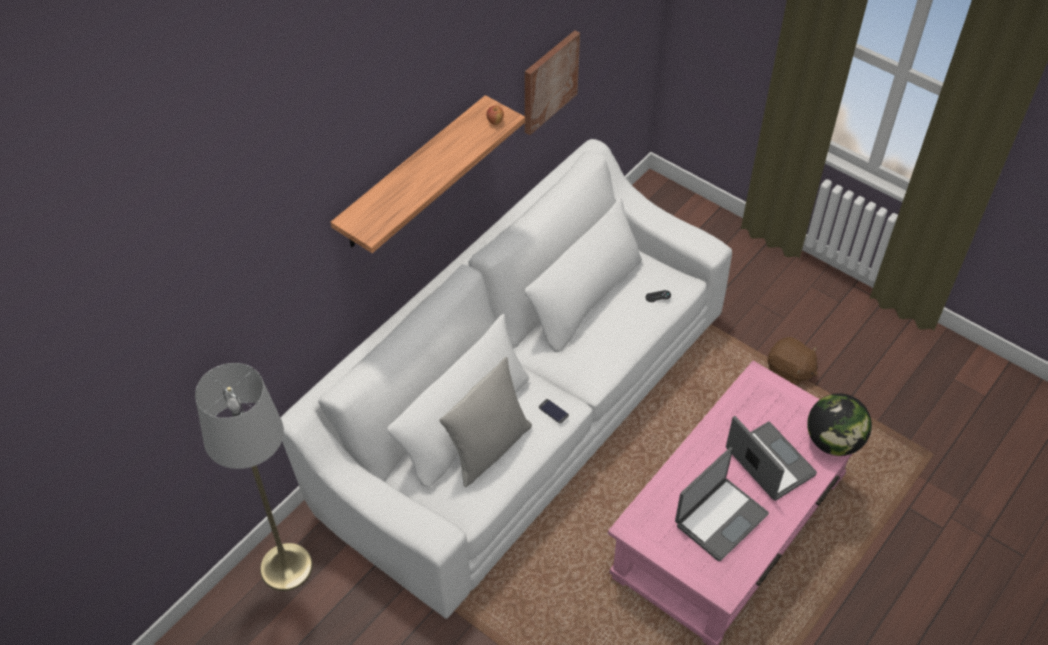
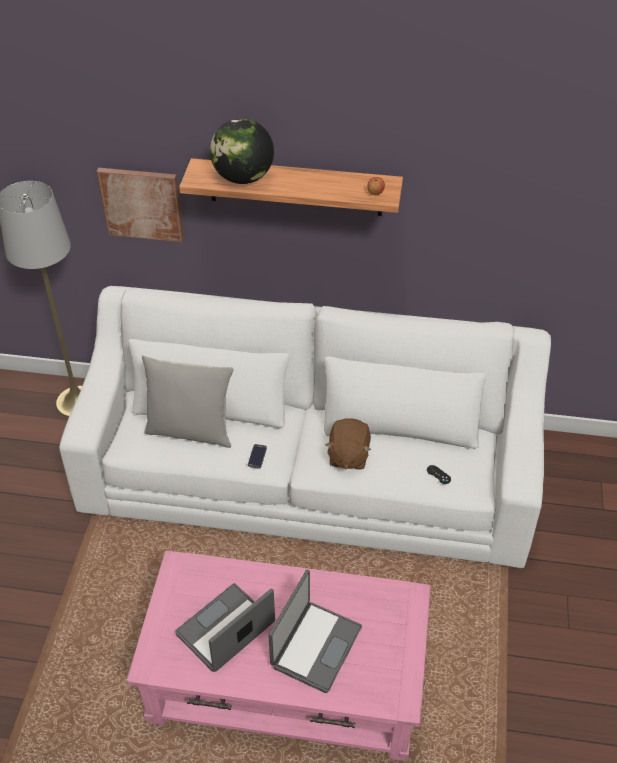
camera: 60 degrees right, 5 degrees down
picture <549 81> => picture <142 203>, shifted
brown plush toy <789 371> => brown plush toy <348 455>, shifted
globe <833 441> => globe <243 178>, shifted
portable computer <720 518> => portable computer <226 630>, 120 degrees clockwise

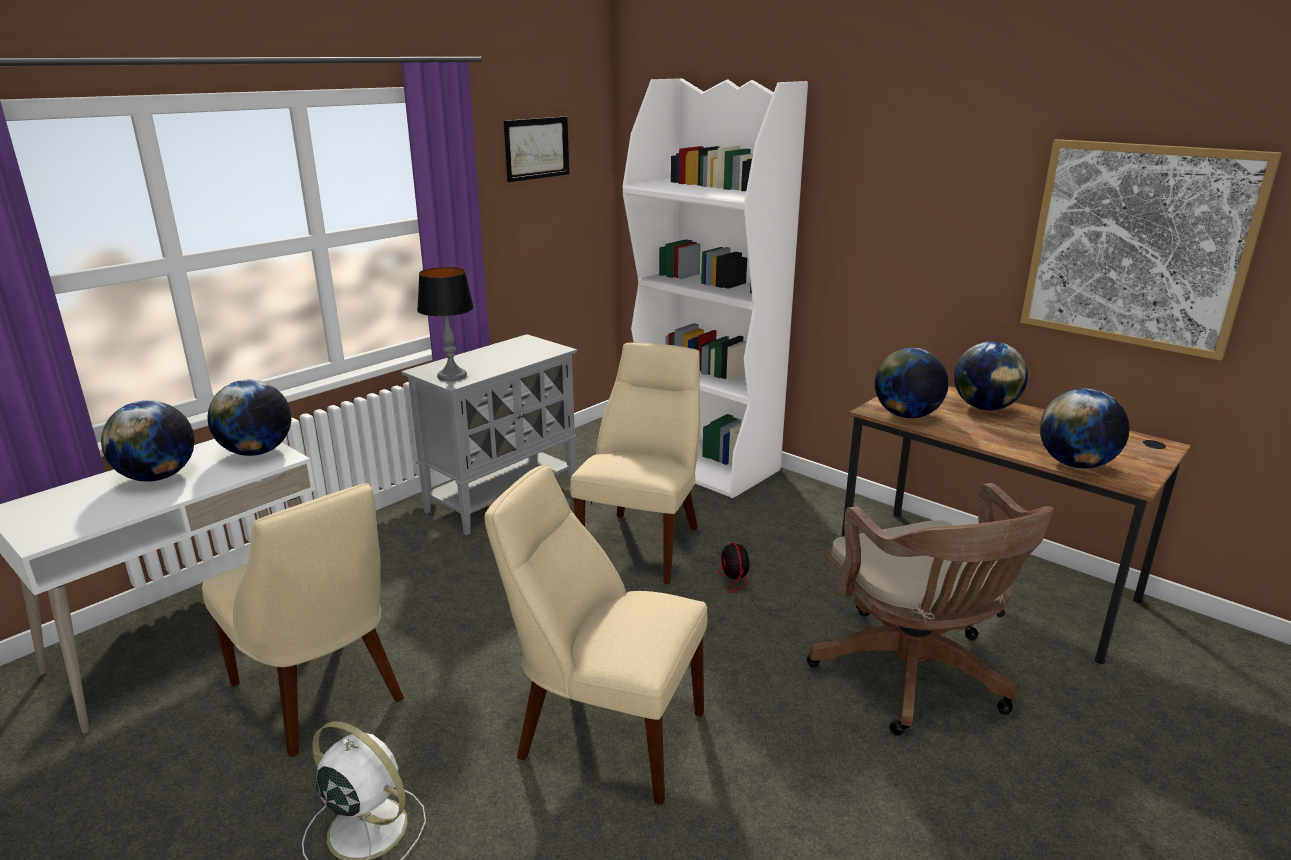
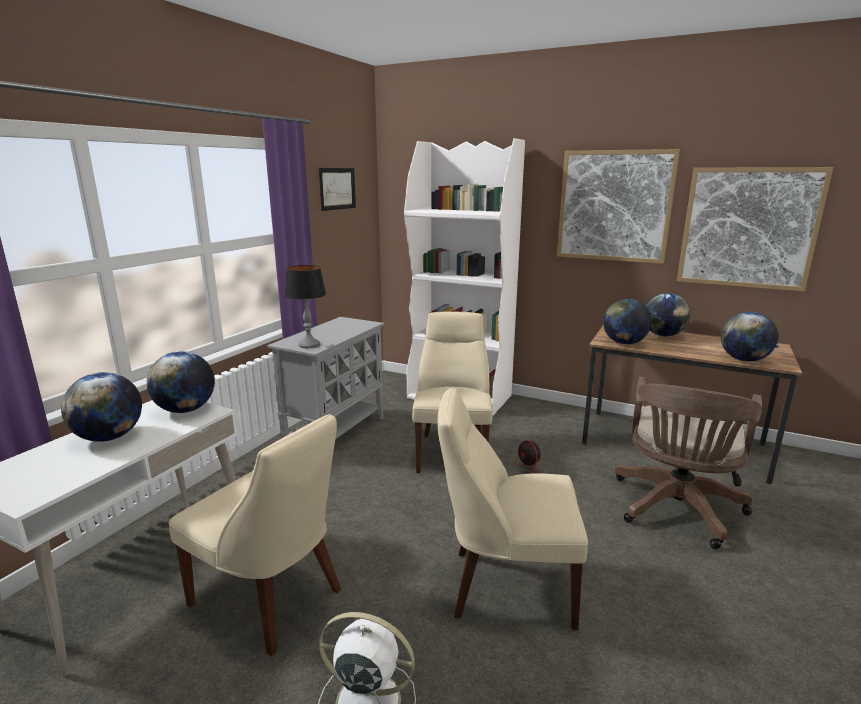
camera: 15 degrees left, 5 degrees down
nothing => picture <614 206>
brown office chair <914 677> => brown office chair <676 510>, 60 degrees clockwise

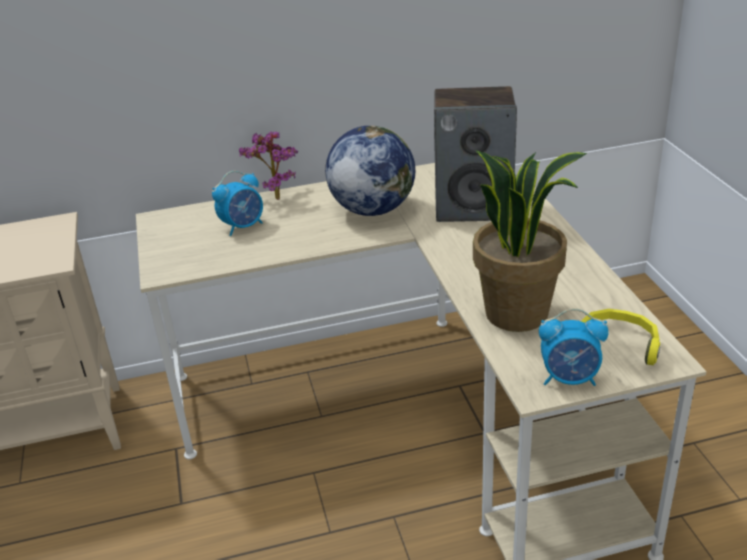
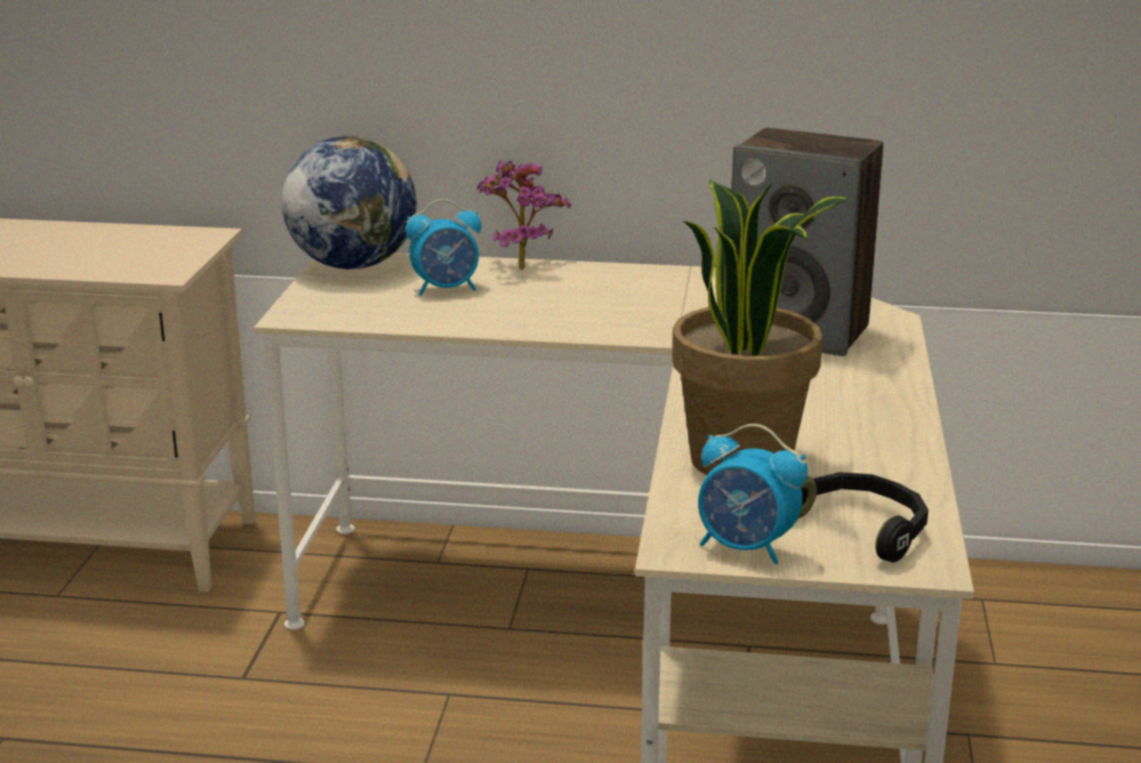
camera: 20 degrees right, 10 degrees down
globe <372 209> => globe <352 265>, shifted
yellow-coloured pair of headphones <617 343> => black-coloured pair of headphones <862 527>

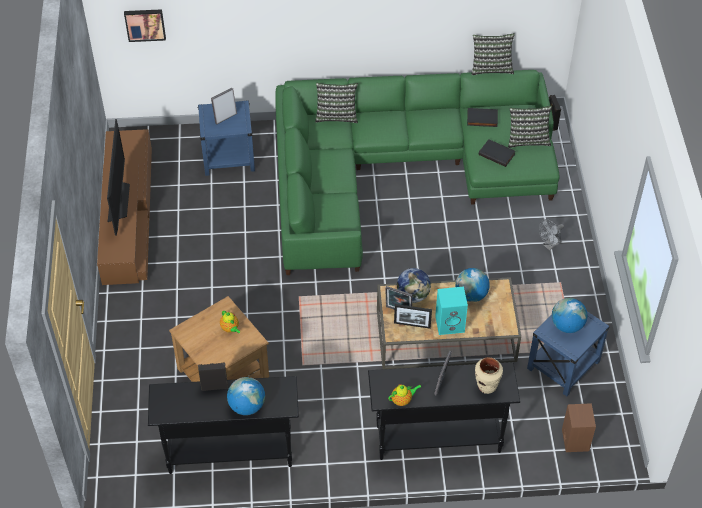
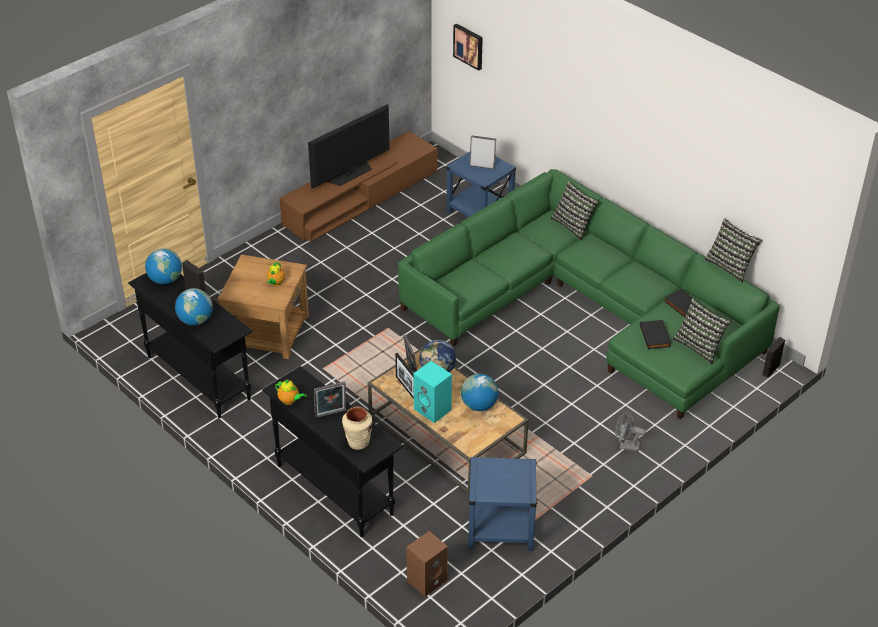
camera: 50 degrees right, 10 degrees down
globe <567 325> => globe <165 280>, shifted

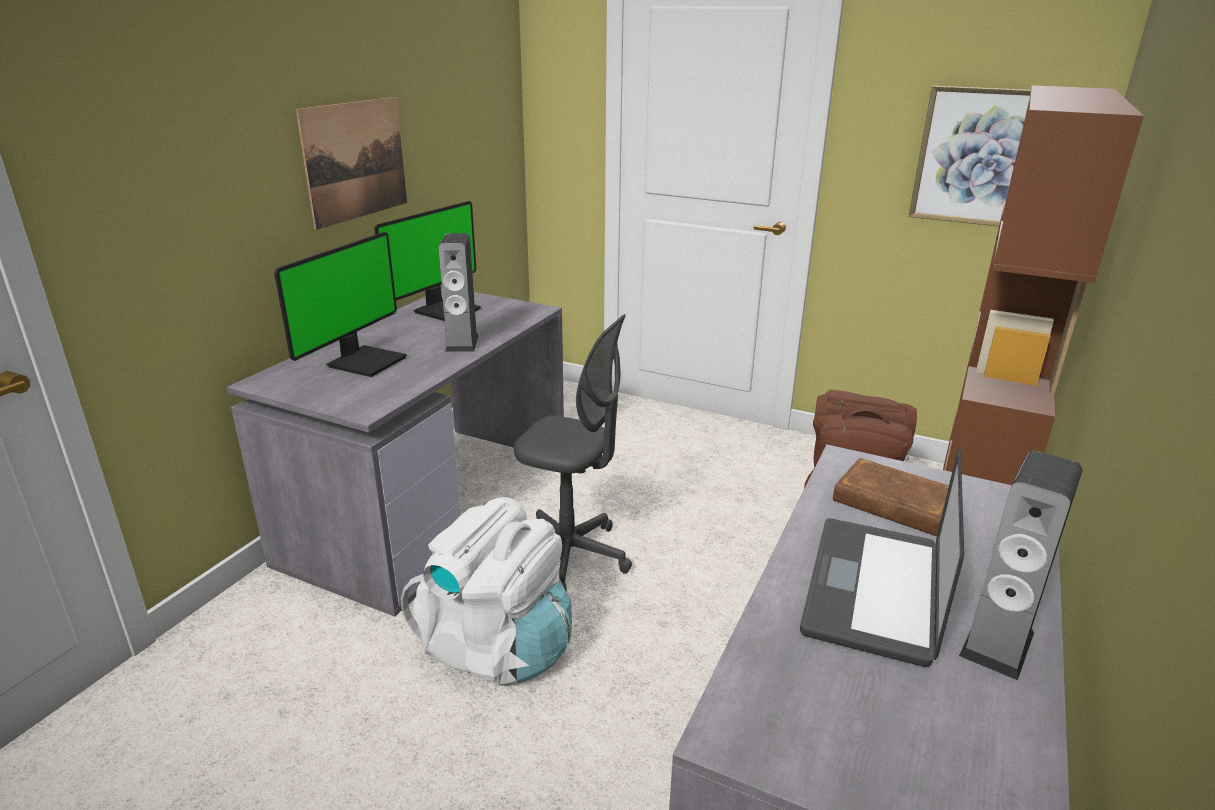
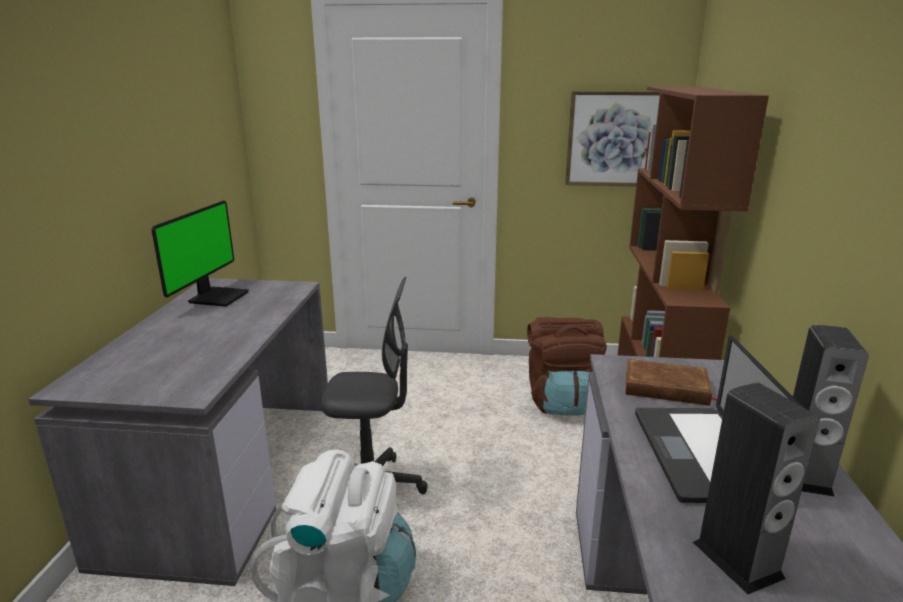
camera: 20 degrees left, 5 degrees down
monitor <365 361> => nothing
picture <355 160> => nothing
audio speaker <462 343> => audio speaker <737 560>, shifted

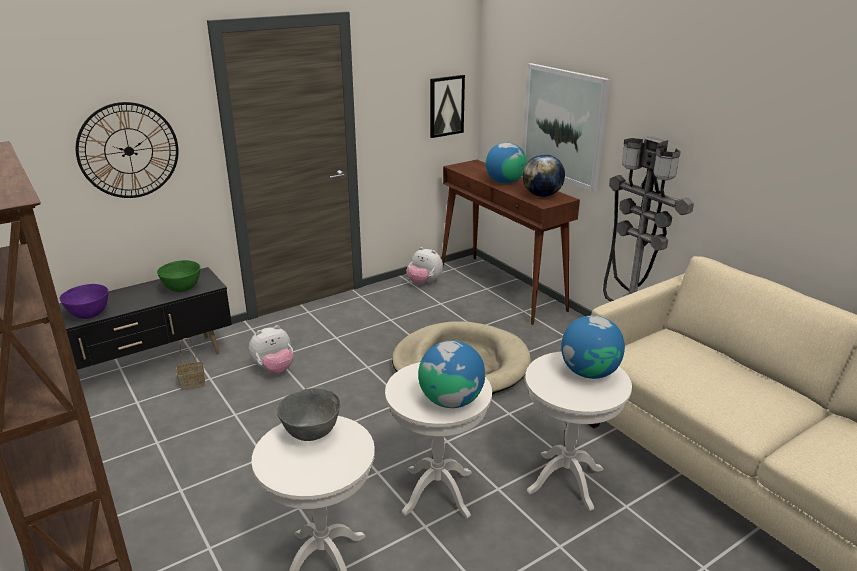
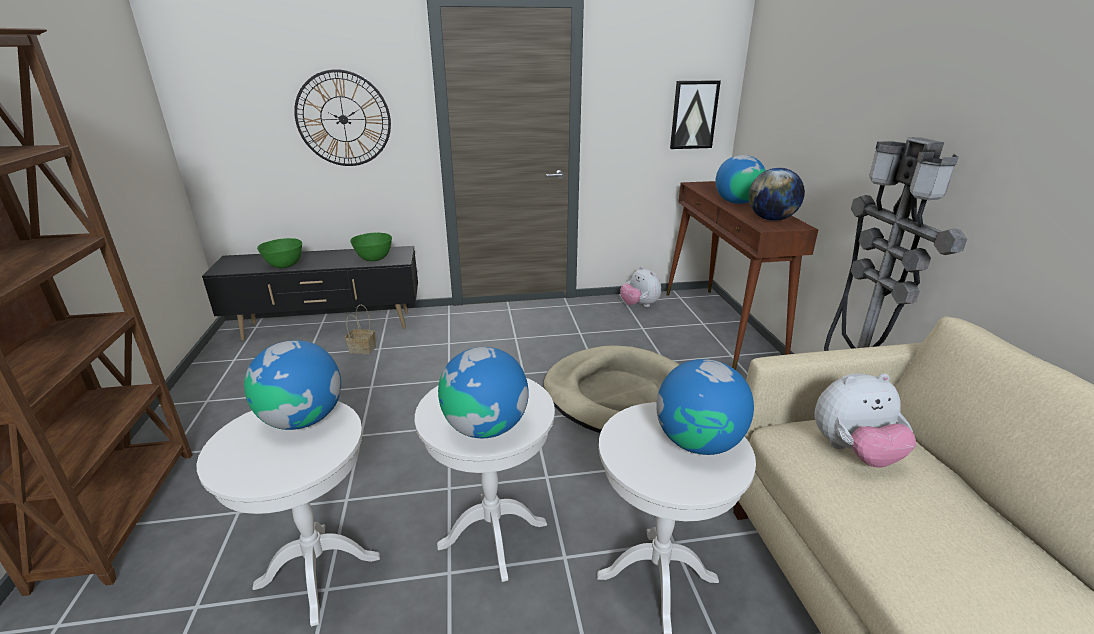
camera: 25 degrees right, 0 degrees up
picture <563 125> => nothing
plush toy <274 369> => plush toy <853 452>, shifted
grey deep dish <311 433> => globe <302 419>
purplish deep dish <89 315> => greenish deep dish <285 266>

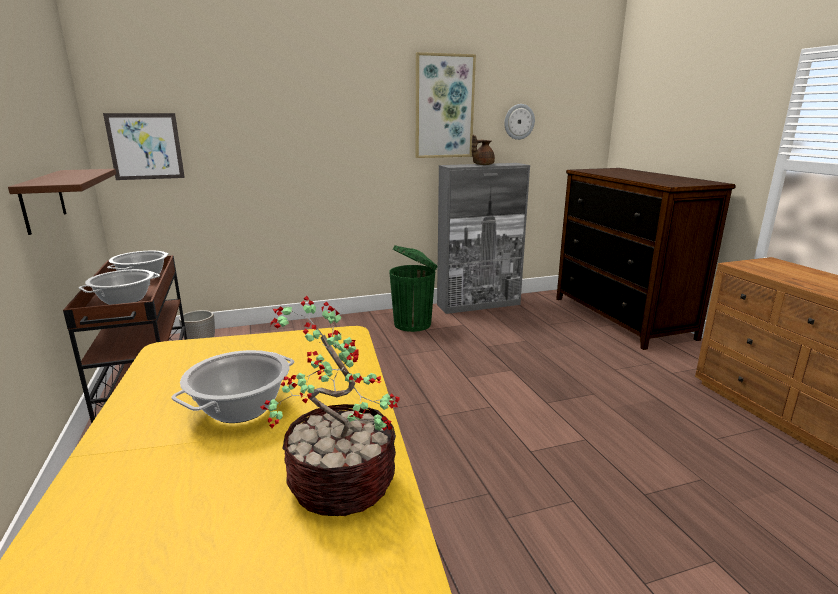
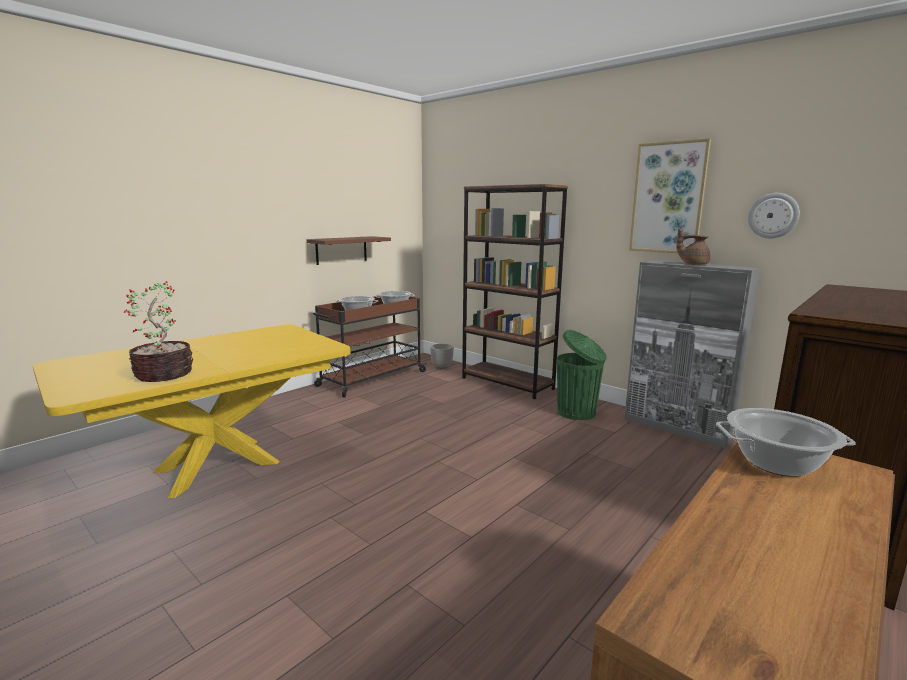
camera: 60 degrees right, 5 degrees down
picture <145 146> => nothing
nothing => brown bookshelf <507 383>
cooking pot <240 408> => cooking pot <776 463>, shifted

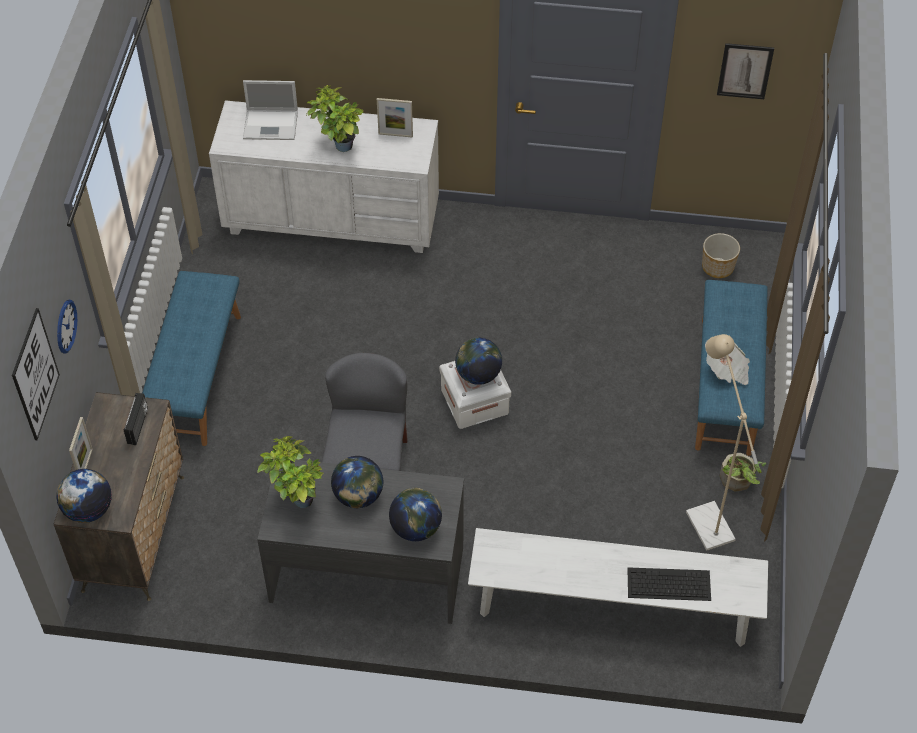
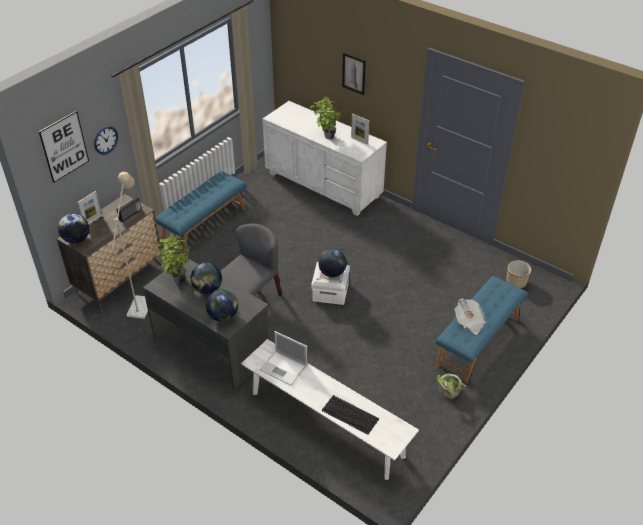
camera: 30 degrees right, 10 degrees down
portable computer <272 125> => portable computer <284 368>, shifted
sand-coloured standard lamp <705 518> => sand-coloured standard lamp <141 303>, shifted
picture <745 71> => picture <353 73>, shifted

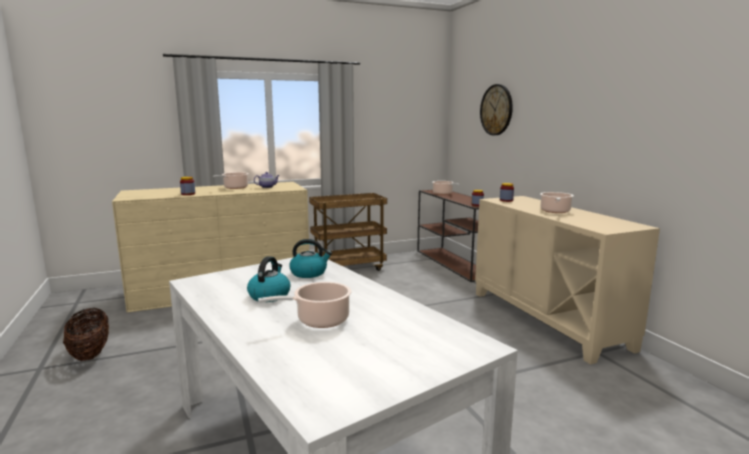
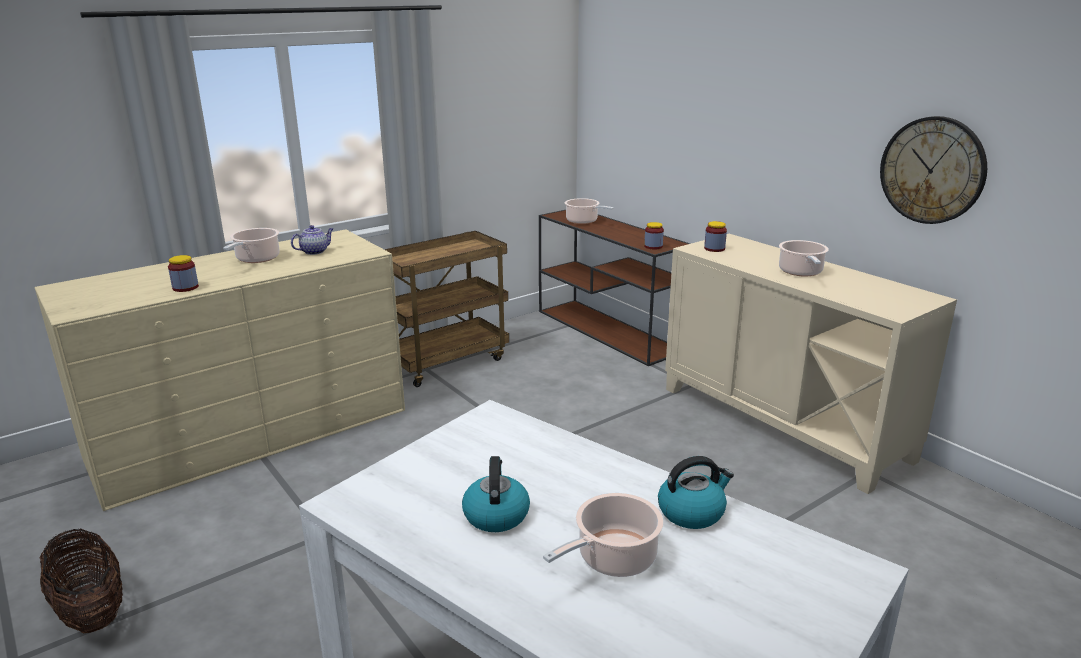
camera: 15 degrees left, 10 degrees up
water kettle <309 273> => water kettle <692 512>, shifted
hanging clock <496 110> => hanging clock <932 170>, shifted

